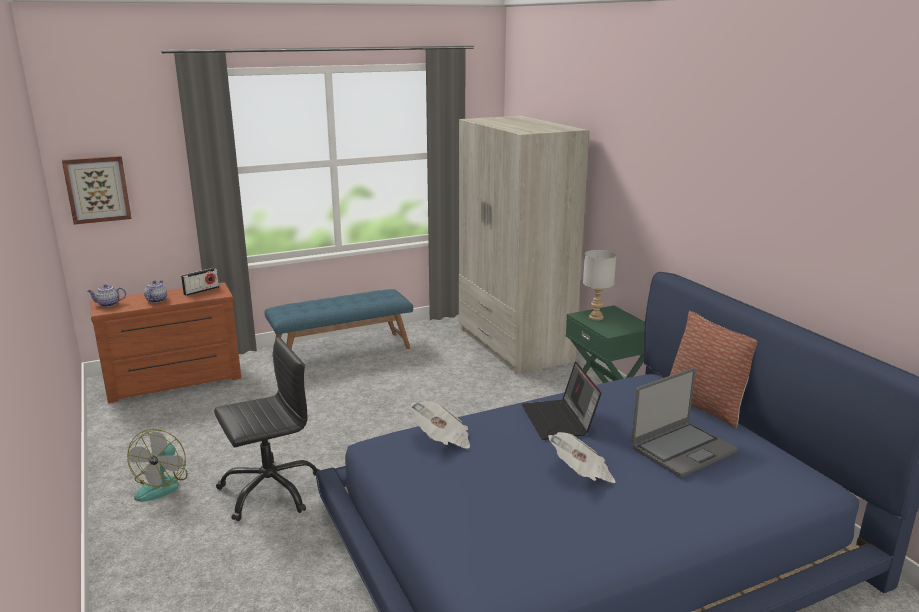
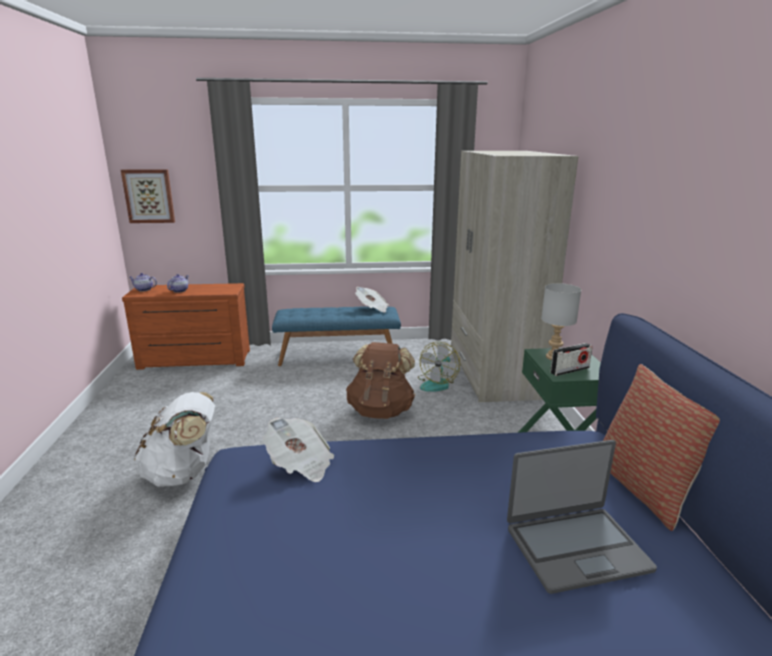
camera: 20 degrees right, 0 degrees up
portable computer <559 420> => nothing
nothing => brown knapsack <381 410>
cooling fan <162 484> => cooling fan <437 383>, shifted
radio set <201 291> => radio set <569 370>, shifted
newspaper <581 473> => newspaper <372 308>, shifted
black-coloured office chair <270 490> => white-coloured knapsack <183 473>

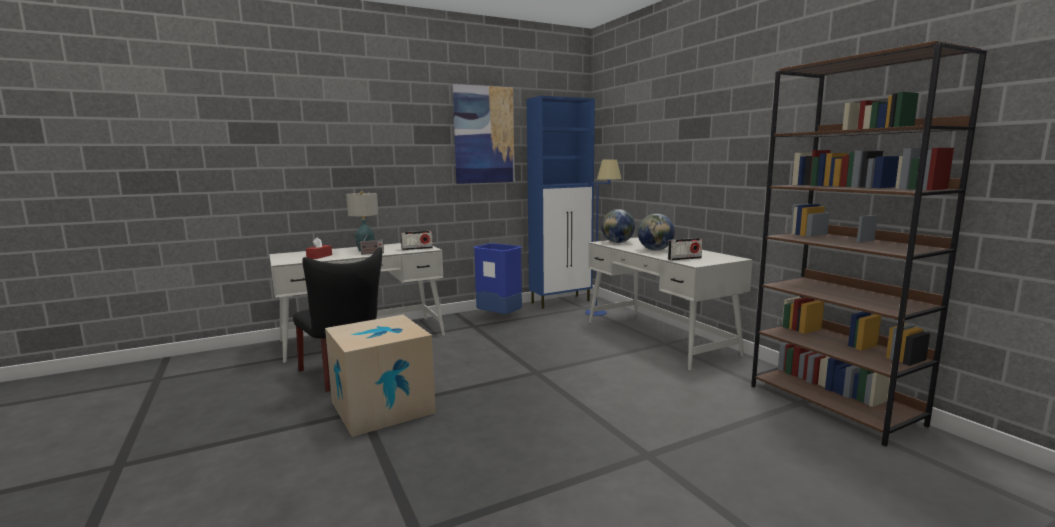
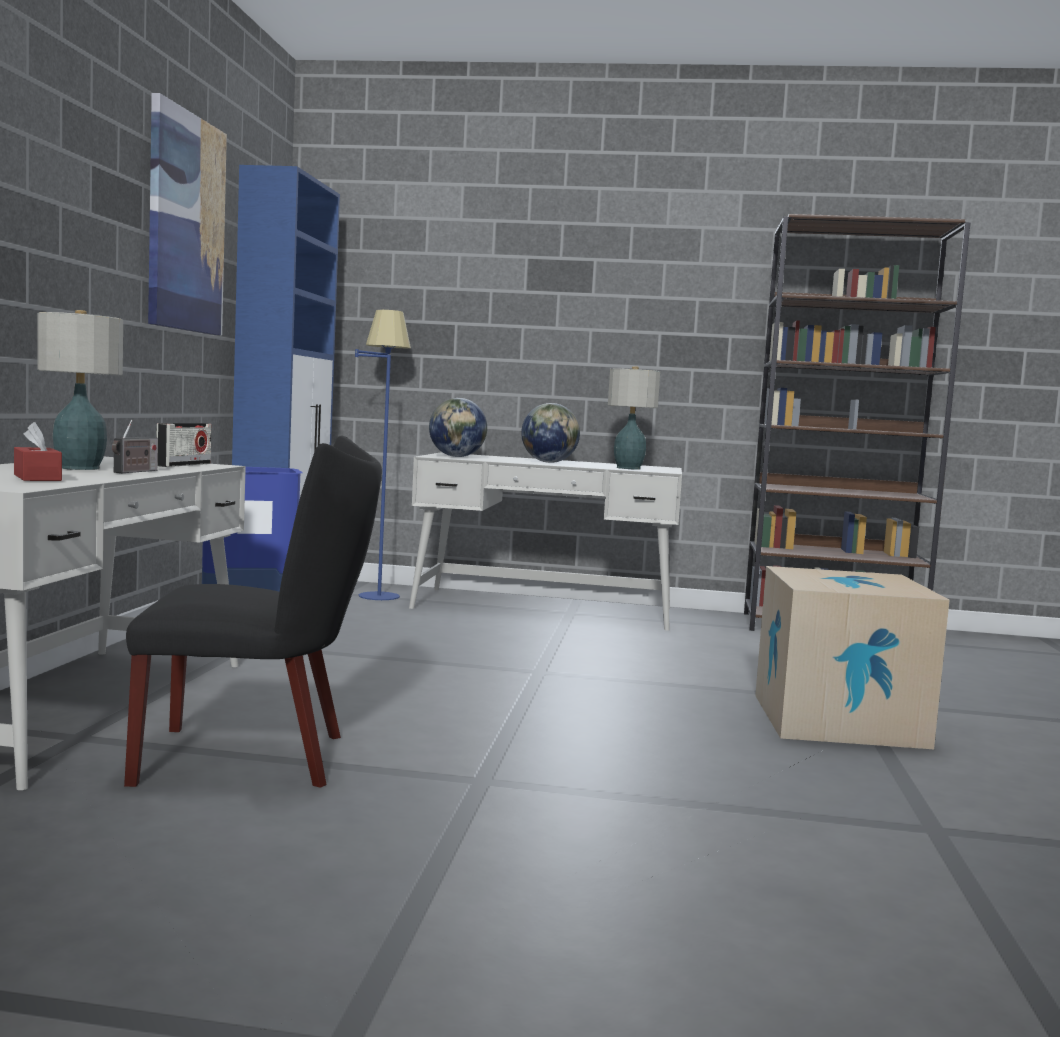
camera: 55 degrees left, 5 degrees down
cardboard box <382 407> => cardboard box <838 720>, shifted
radio set <684 258> => tabletop lamp <628 468>

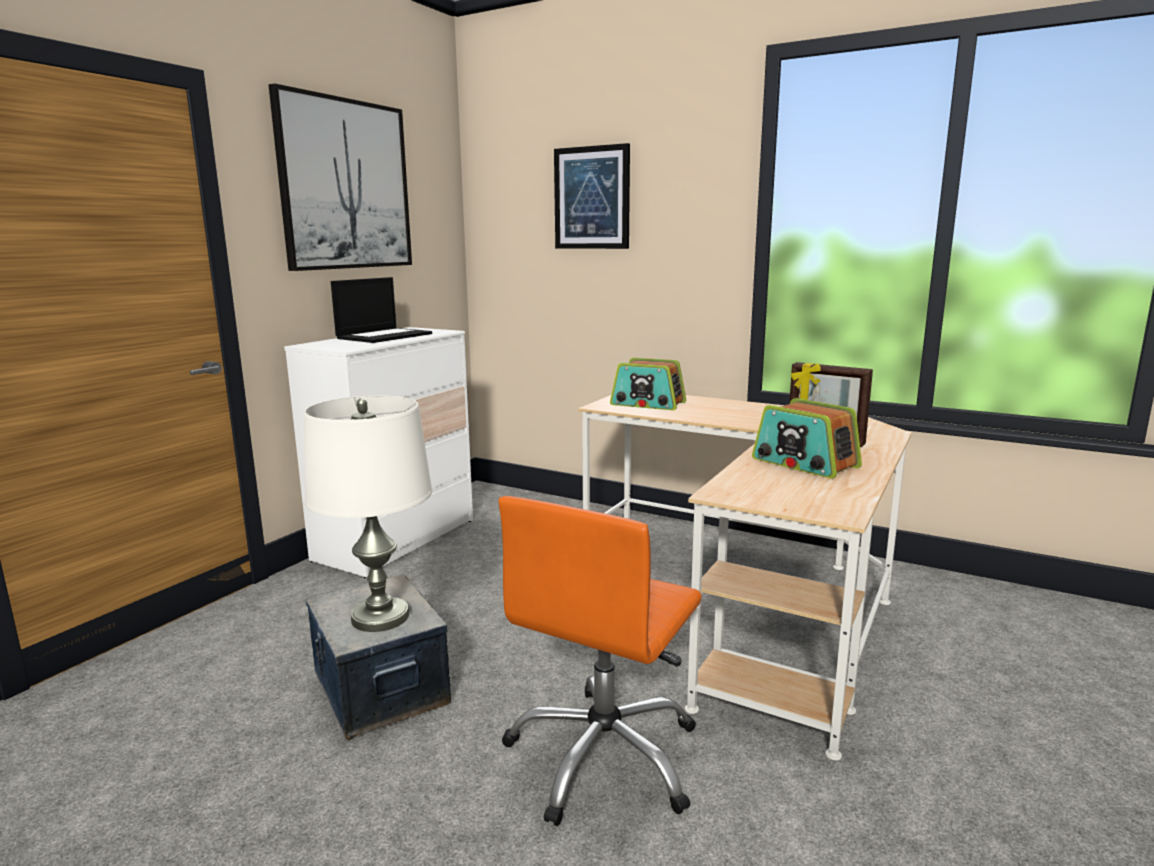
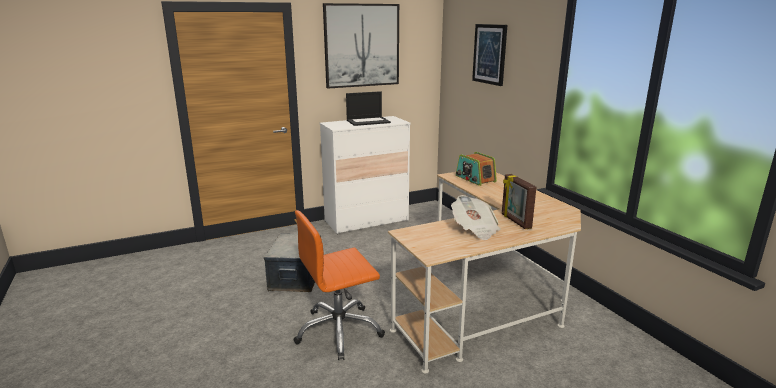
camera: 35 degrees right, 5 degrees up
white-coloured tabletop lamp <380 617> => nothing
radio set <804 463> => newspaper <475 229>

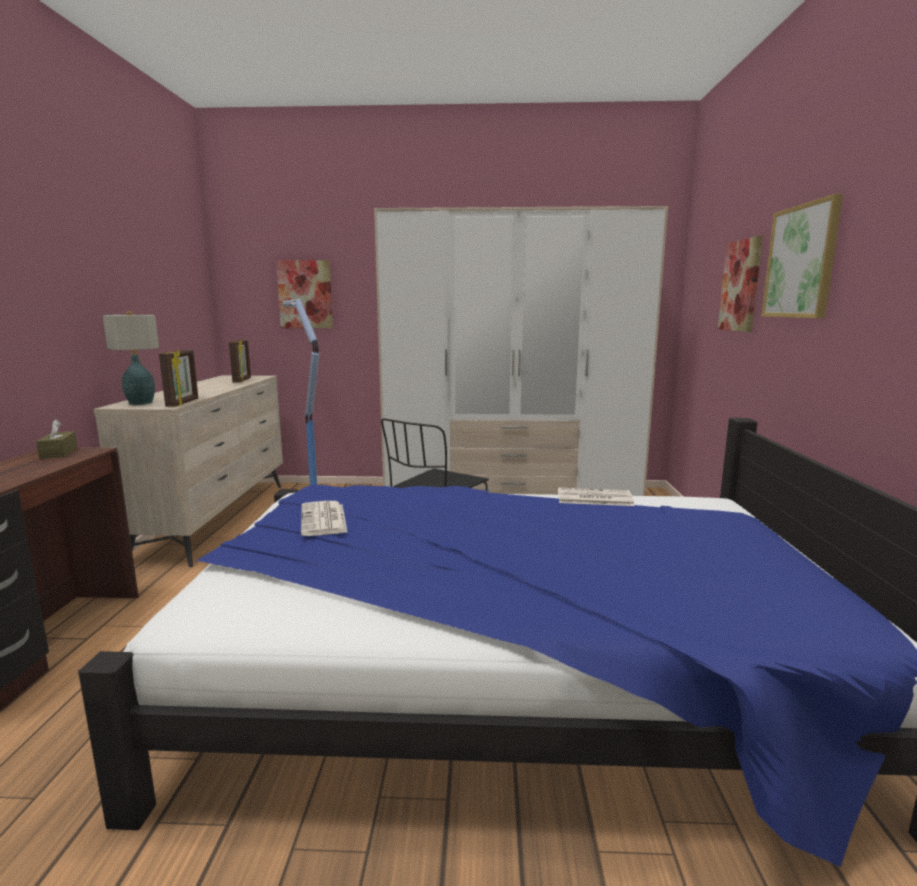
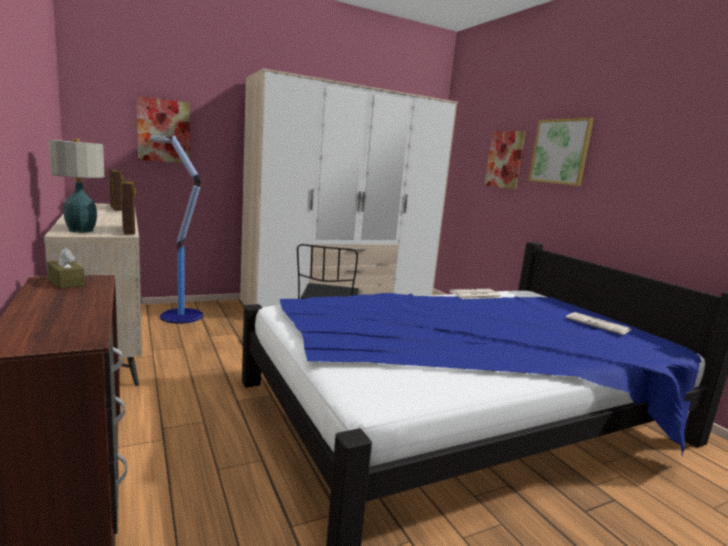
camera: 30 degrees left, 0 degrees up
newspaper <324 520> => newspaper <598 324>, shifted

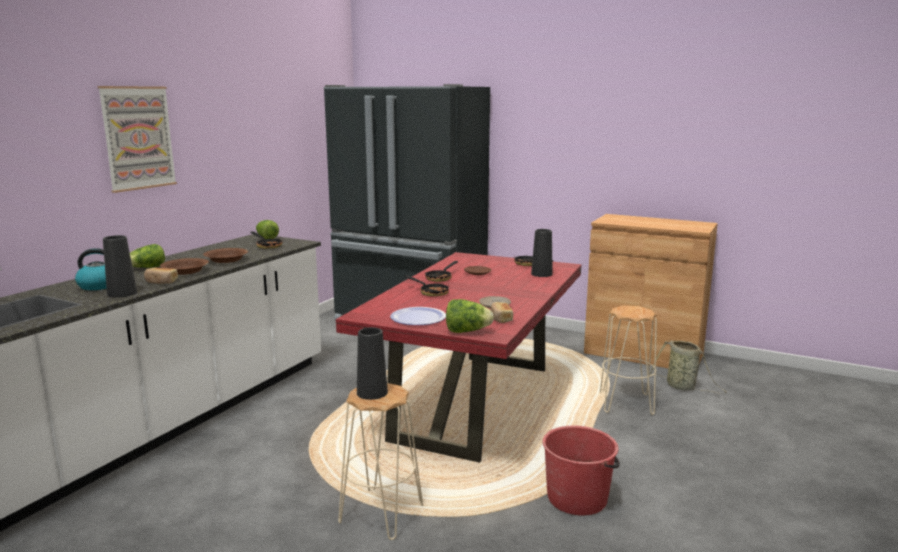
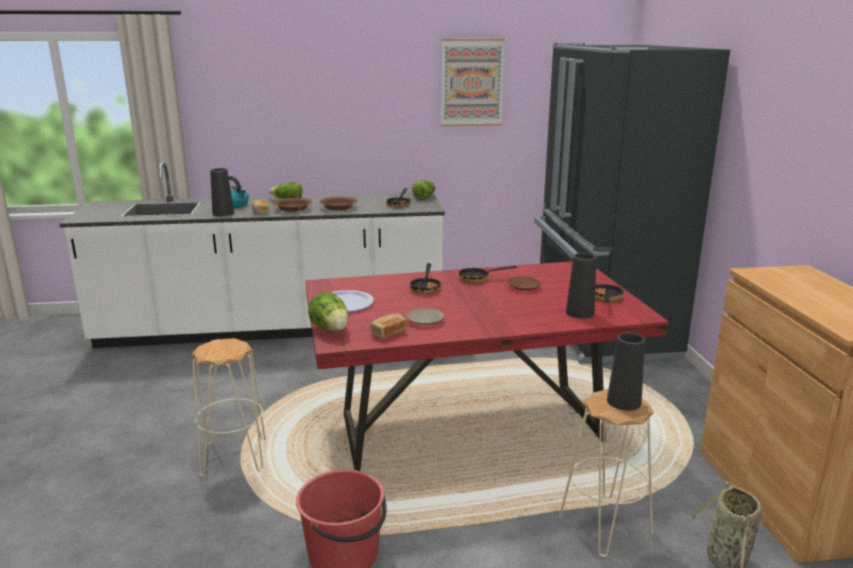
camera: 55 degrees right, 5 degrees up
picture <138 138> => picture <472 83>, shifted
black-coloured vase <372 392> => black-coloured vase <624 401>, shifted

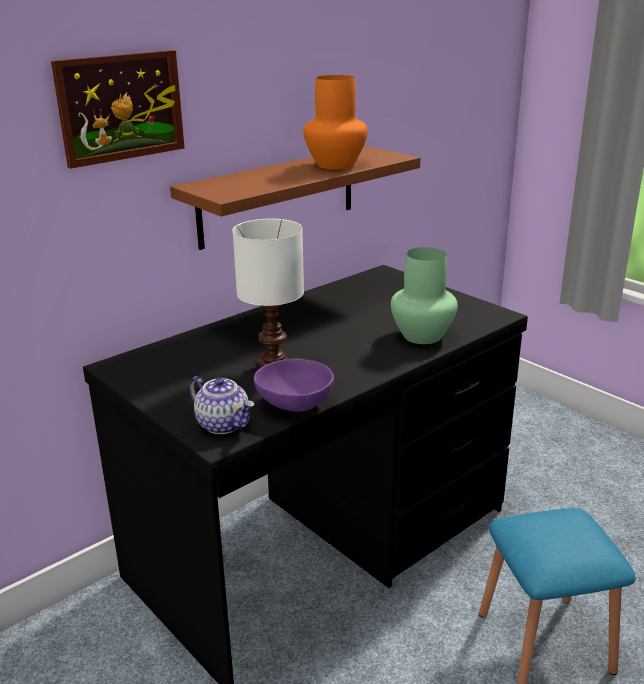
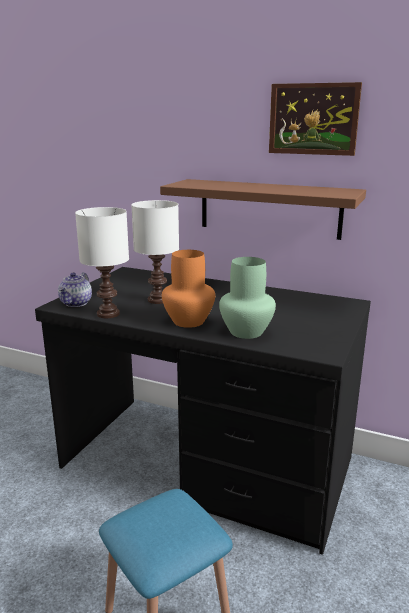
camera: 65 degrees right, 5 degrees down
picture <121 107> => picture <313 119>, shifted
orange vase <335 164> => orange vase <189 321>, shifted
purplish deep dish <296 405> => white-coloured tabletop lamp <108 314>

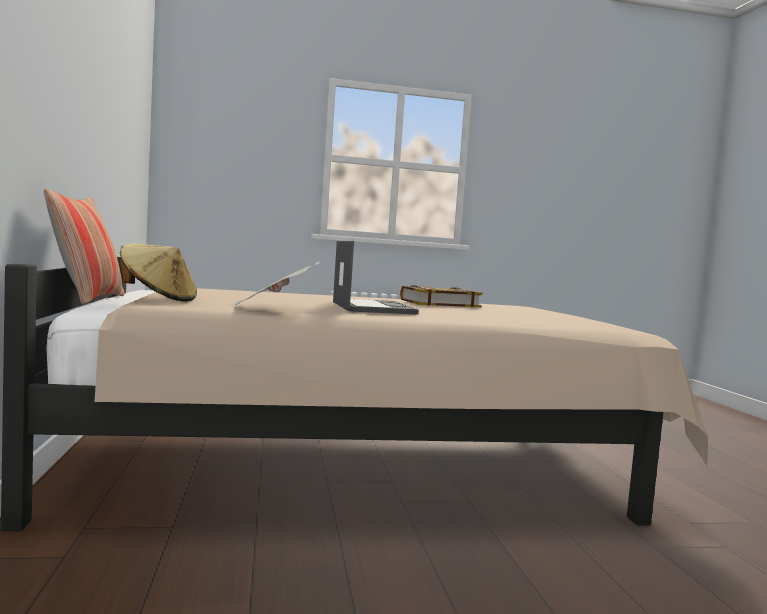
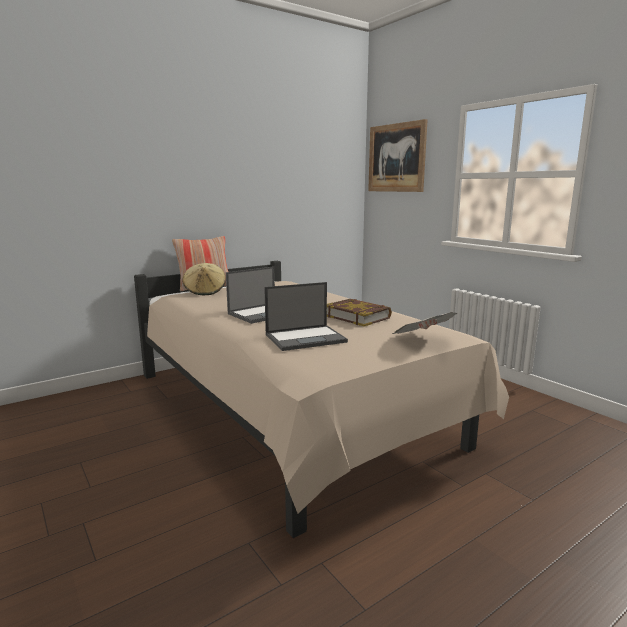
camera: 65 degrees right, 10 degrees up
nothing => portable computer <306 338>
nothing => picture <396 158>
newspaper <271 309> => newspaper <422 339>, shifted

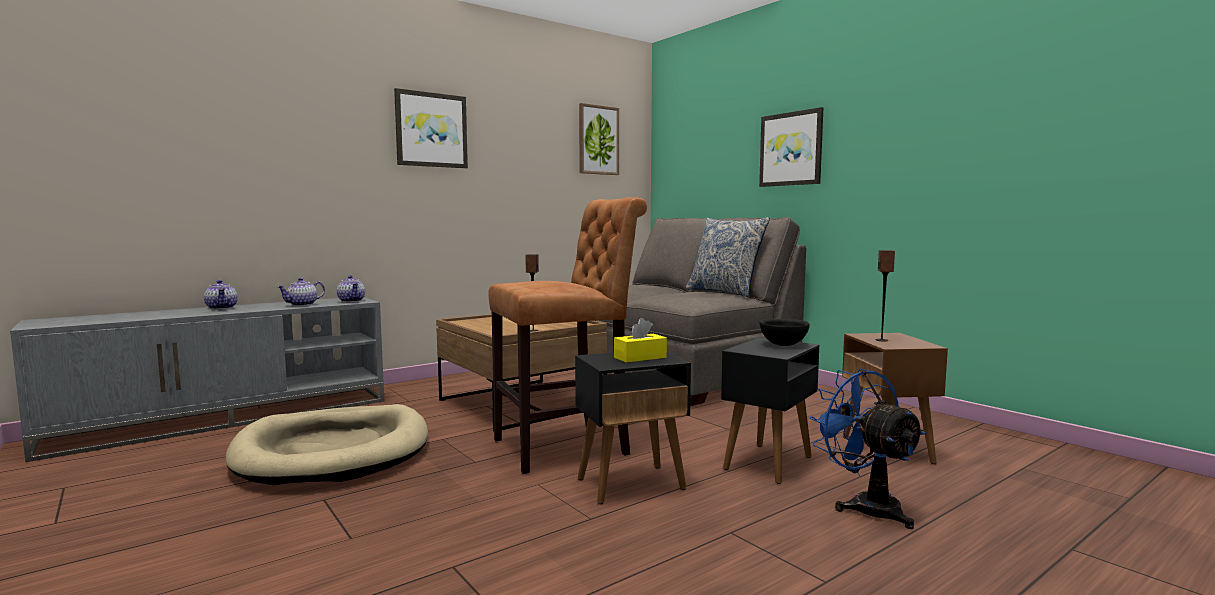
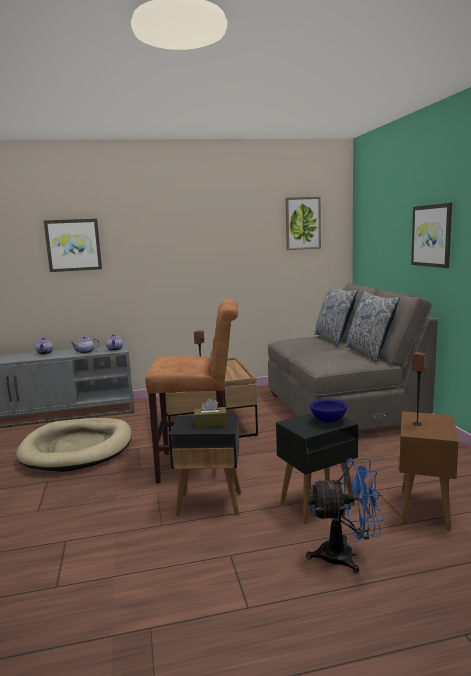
camera: 25 degrees right, 5 degrees up
nothing => throw pillow <334 339>
picture <431 130> => picture <73 245>, shifted
yellow-coloured tissue box <640 357> => brown tissue box <210 423>
black-coloured deep dish <783 345> => blue-coloured deep dish <328 420>
blue-coloured cooling fan <866 505> => blue-coloured cooling fan <346 555>, 90 degrees clockwise

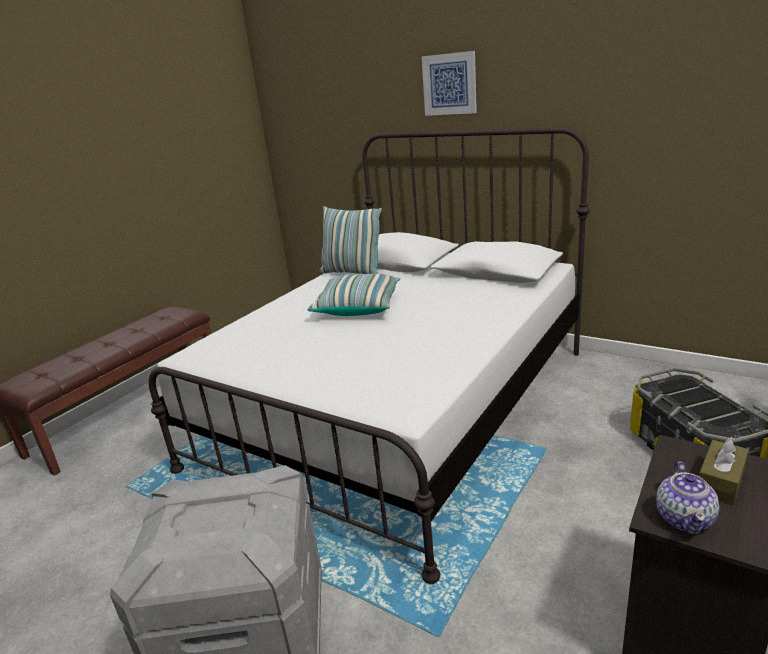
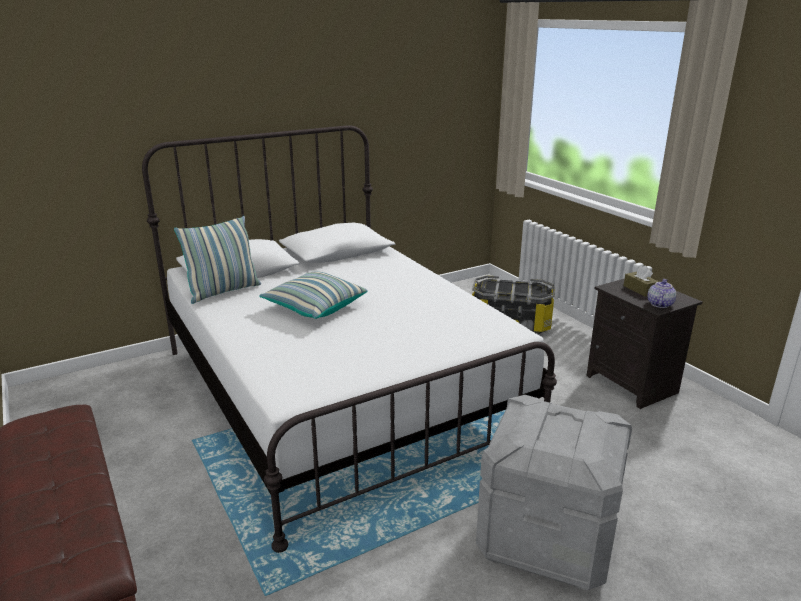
camera: 65 degrees left, 0 degrees up
picture <449 84> => nothing
tea pot <685 518> => tea pot <659 304>, 105 degrees counterclockwise

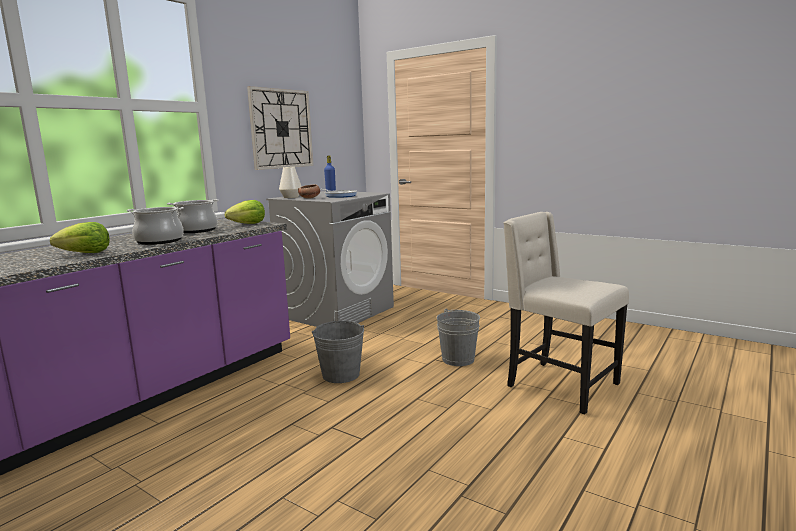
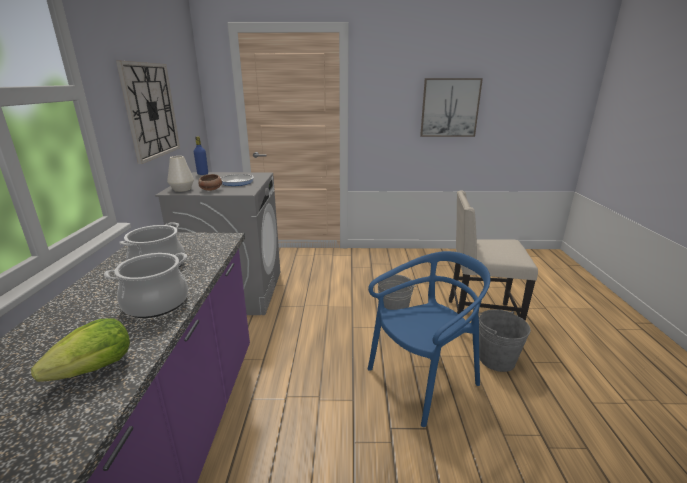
camera: 35 degrees left, 10 degrees up
lettuce head <248 224> => nothing
nothing => blue-coloured plain chair <423 380>
nothing => picture <449 108>
grey pail <341 375> => grey pail <496 359>, shifted

